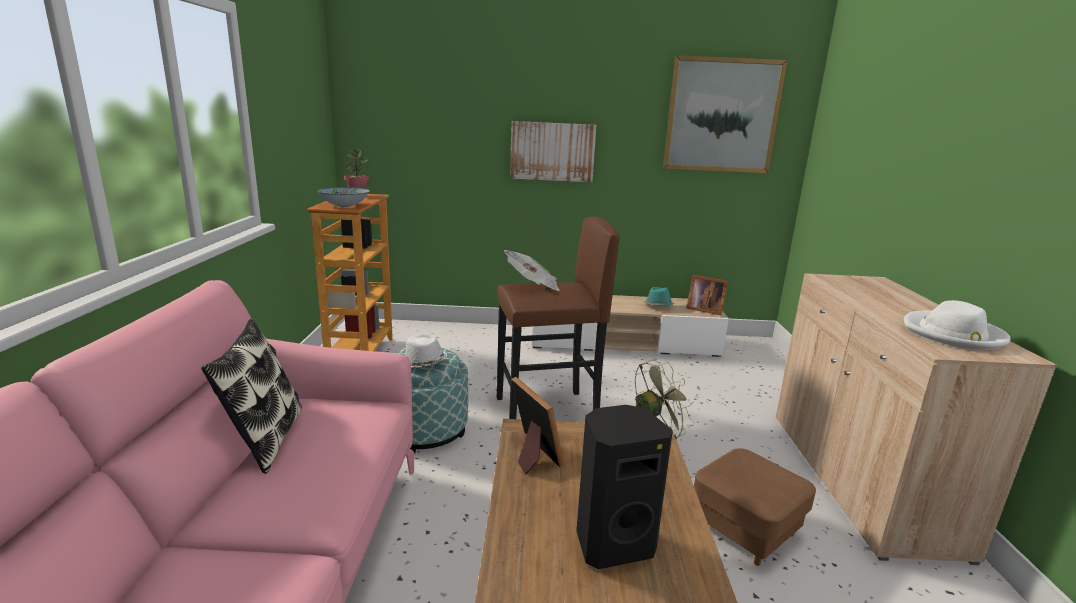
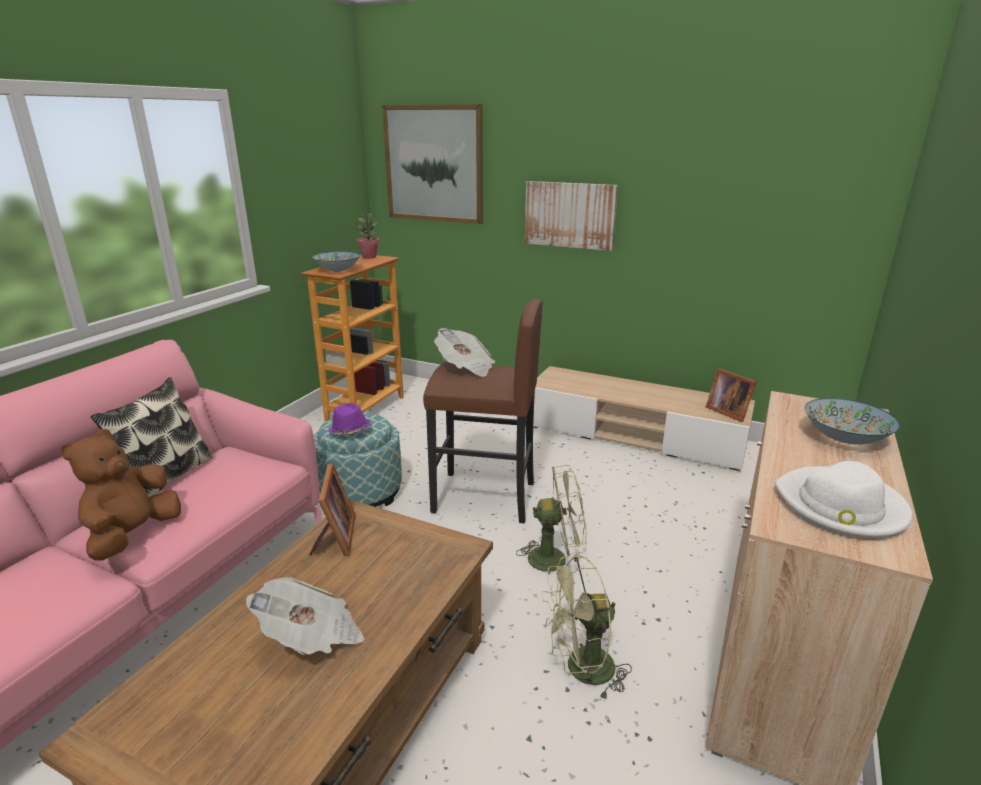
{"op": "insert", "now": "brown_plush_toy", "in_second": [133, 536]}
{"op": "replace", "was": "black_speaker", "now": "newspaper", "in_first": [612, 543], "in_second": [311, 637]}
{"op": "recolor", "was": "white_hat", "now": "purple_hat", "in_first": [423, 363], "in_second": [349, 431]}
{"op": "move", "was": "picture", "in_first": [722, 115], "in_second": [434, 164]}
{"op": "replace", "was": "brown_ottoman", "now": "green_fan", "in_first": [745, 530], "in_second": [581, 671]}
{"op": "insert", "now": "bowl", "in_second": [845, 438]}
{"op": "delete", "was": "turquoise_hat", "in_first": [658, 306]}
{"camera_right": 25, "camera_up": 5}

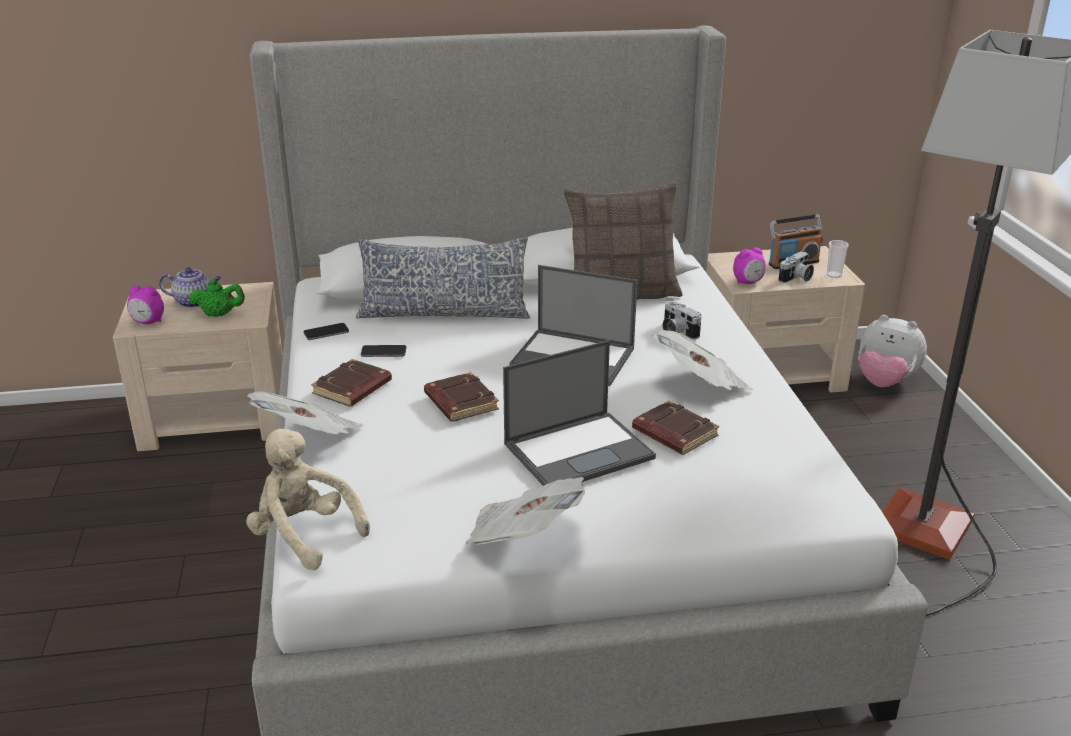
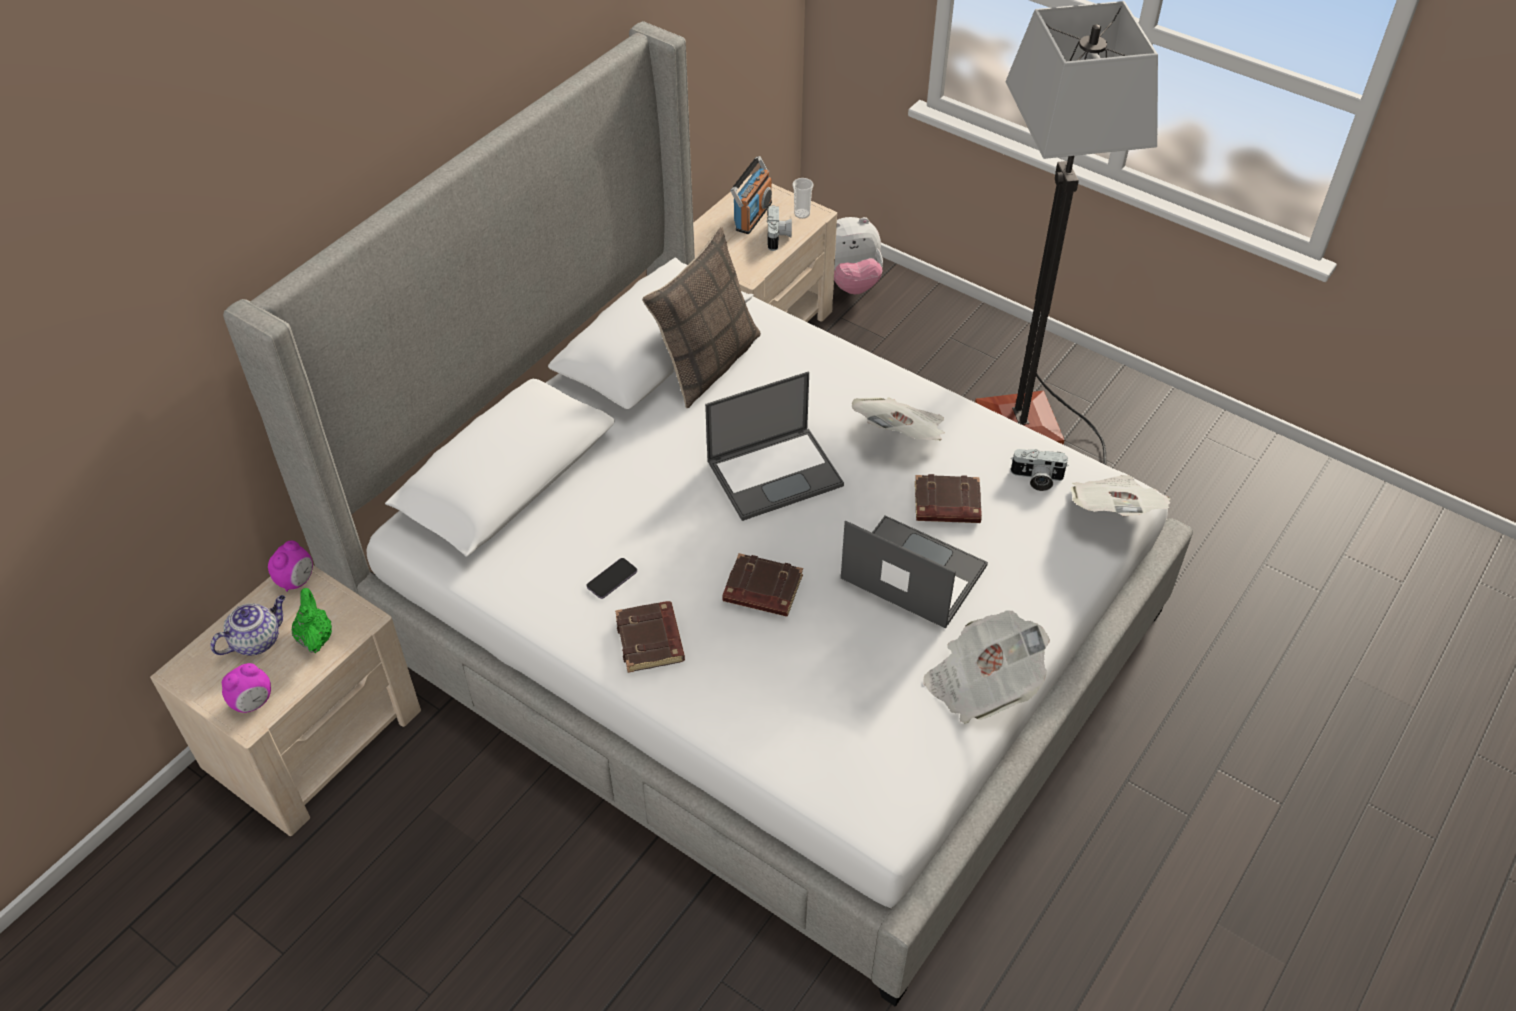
{"op": "move", "was": "alarm_clock", "in_first": [748, 282], "in_second": [297, 580]}
{"op": "rotate", "was": "green_teapot", "in_first": [219, 314], "in_second": [315, 637], "clockwise": -60}
{"op": "rotate", "was": "laptop", "in_first": [580, 450], "in_second": [911, 572], "clockwise": -75}
{"op": "move", "was": "photo_camera", "in_first": [676, 332], "in_second": [1036, 479]}
{"op": "move", "was": "newspaper", "in_first": [309, 438], "in_second": [1114, 513]}
{"op": "delete", "was": "beige_plush_toy", "in_first": [304, 535]}
{"op": "delete", "was": "phone", "in_first": [326, 333]}
{"op": "delete", "was": "pillow", "in_first": [444, 313]}
{"camera_right": -45, "camera_up": 20}

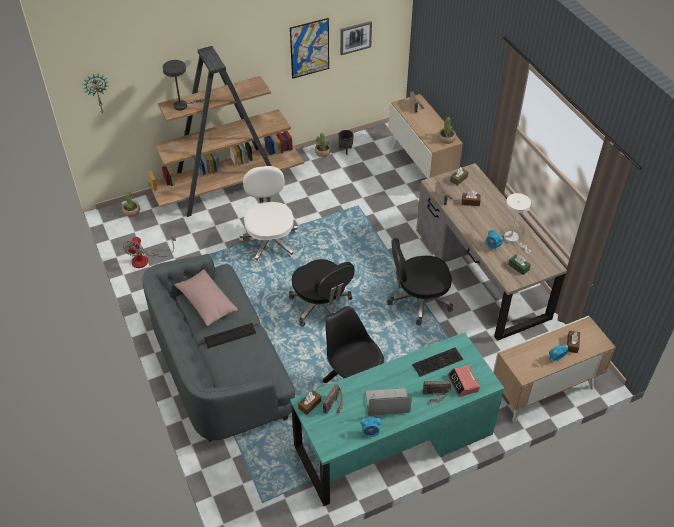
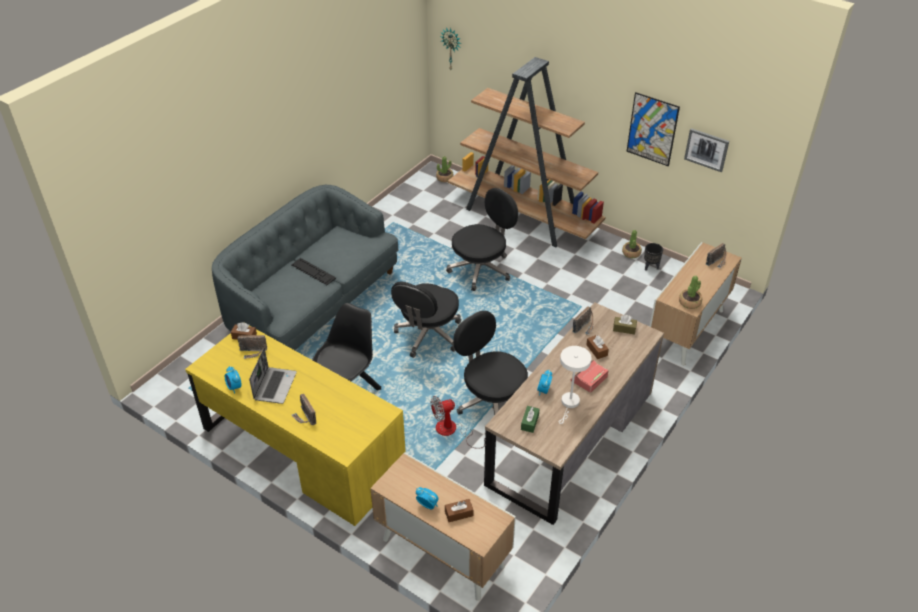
{"op": "recolor", "was": "turquoise_desk", "now": "yellow_desk", "in_first": [393, 440], "in_second": [302, 449]}
{"op": "rotate", "was": "laptop", "in_first": [386, 403], "in_second": [275, 385], "clockwise": 45}
{"op": "move", "was": "fan", "in_first": [146, 259], "in_second": [452, 431]}
{"op": "recolor", "was": "white_office_chair", "now": "black_office_chair", "in_first": [270, 241], "in_second": [481, 269]}
{"op": "move", "was": "alarm_clock", "in_first": [463, 383], "in_second": [589, 379]}
{"op": "delete", "was": "grey_table_lamp", "in_first": [183, 105]}
{"op": "delete", "was": "pink_pillow", "in_first": [206, 303]}
{"op": "delete", "was": "keyboard", "in_first": [437, 361]}
{"camera_right": 60, "camera_up": -5}

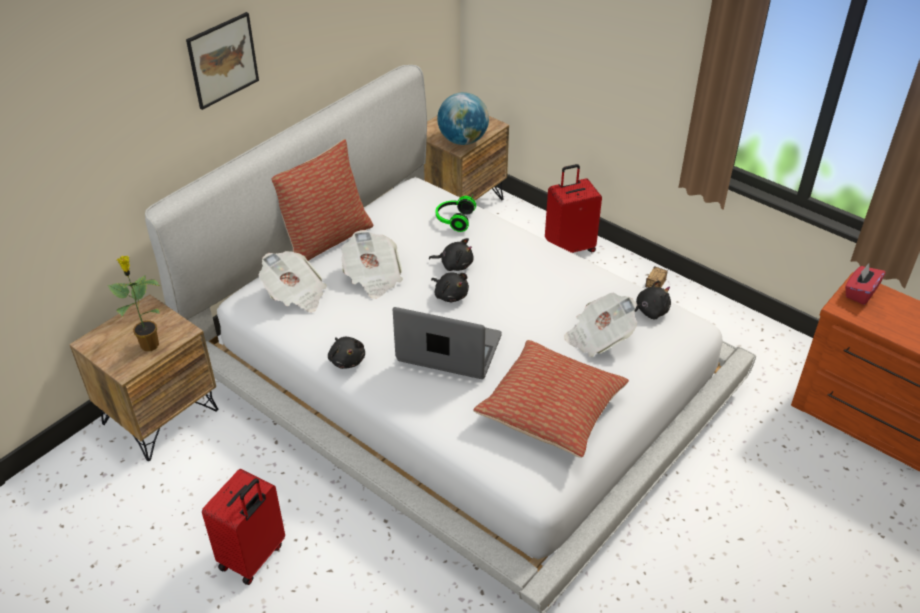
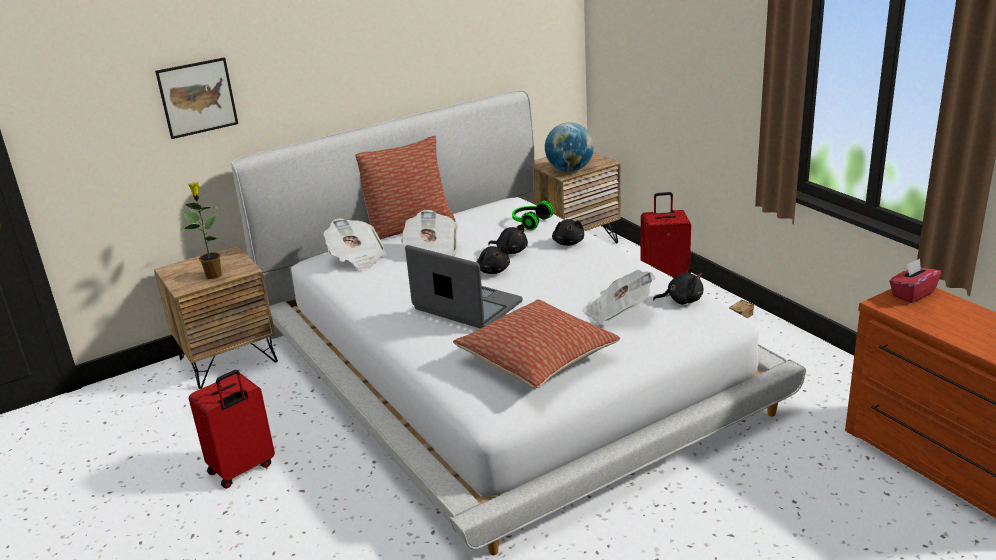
{"op": "move", "was": "picture", "in_first": [223, 60], "in_second": [197, 97]}
{"op": "move", "was": "black_plush_toy", "in_first": [347, 360], "in_second": [568, 242]}
{"camera_right": 20, "camera_up": -15}

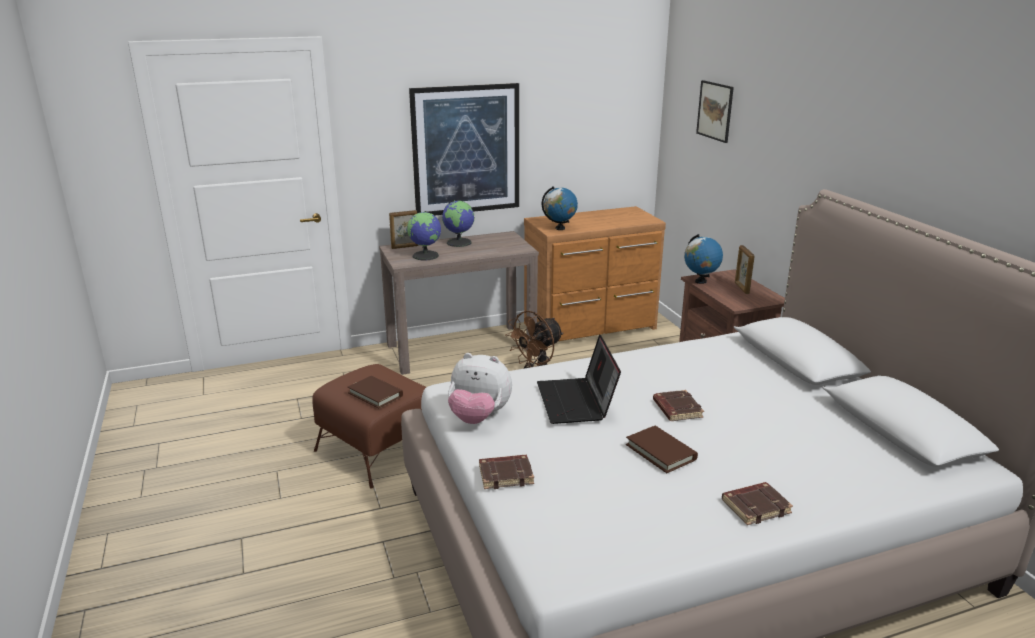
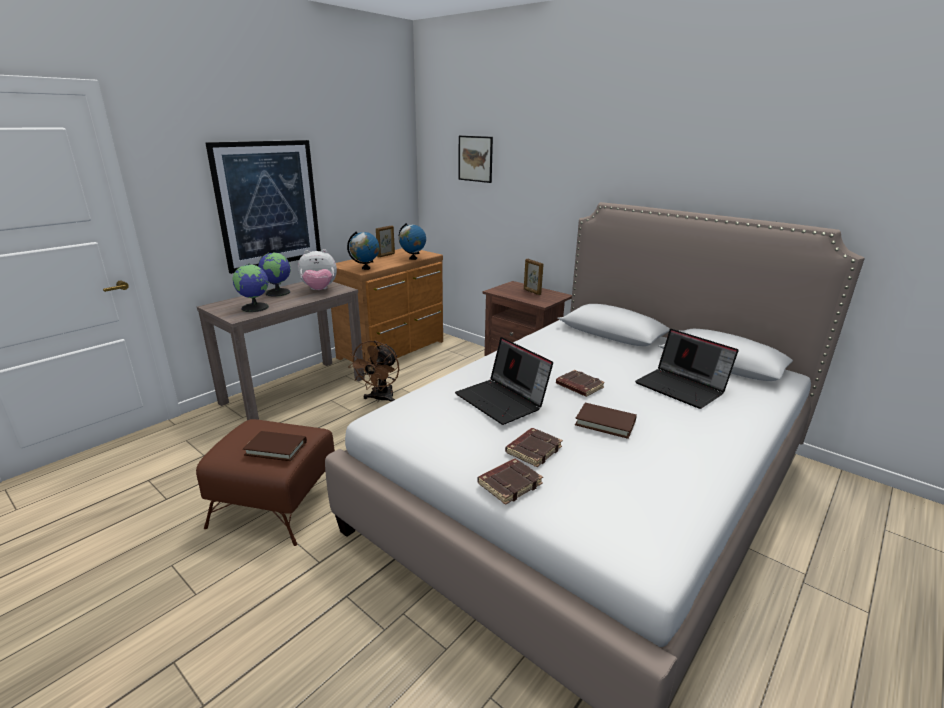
{"op": "move", "was": "plush_toy", "in_first": [479, 417], "in_second": [319, 290]}
{"op": "move", "was": "picture_frame", "in_first": [405, 247], "in_second": [386, 255]}
{"op": "move", "was": "globe", "in_first": [700, 281], "in_second": [413, 258]}
{"op": "move", "was": "brown_book", "in_first": [755, 506], "in_second": [533, 450]}
{"op": "insert", "now": "laptop", "in_second": [682, 387]}
{"camera_right": -30, "camera_up": 0}

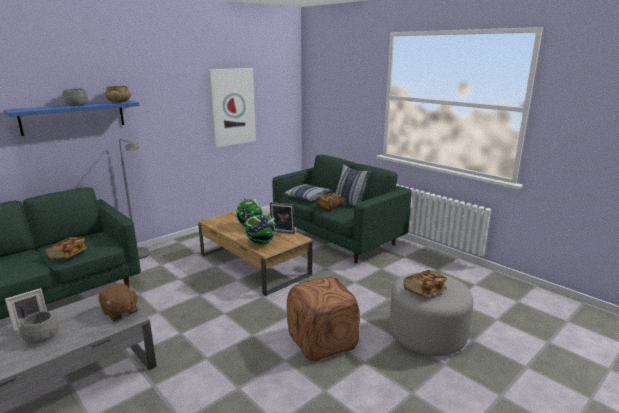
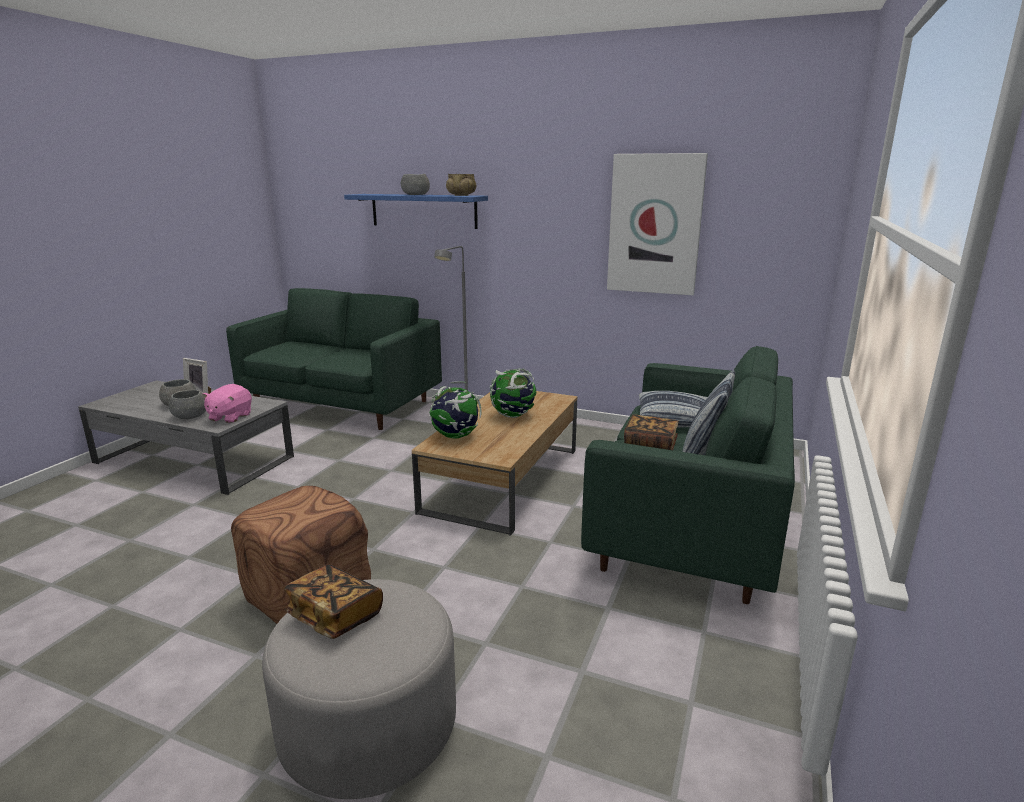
{"op": "insert", "now": "grey_bowl", "in_second": [191, 416]}
{"op": "recolor", "was": "brown_plush_toy", "now": "pink_plush_toy", "in_first": [120, 312], "in_second": [229, 417]}
{"op": "delete", "was": "book", "in_first": [68, 255]}
{"op": "delete", "was": "picture_frame", "in_first": [282, 233]}
{"camera_right": 65, "camera_up": 0}

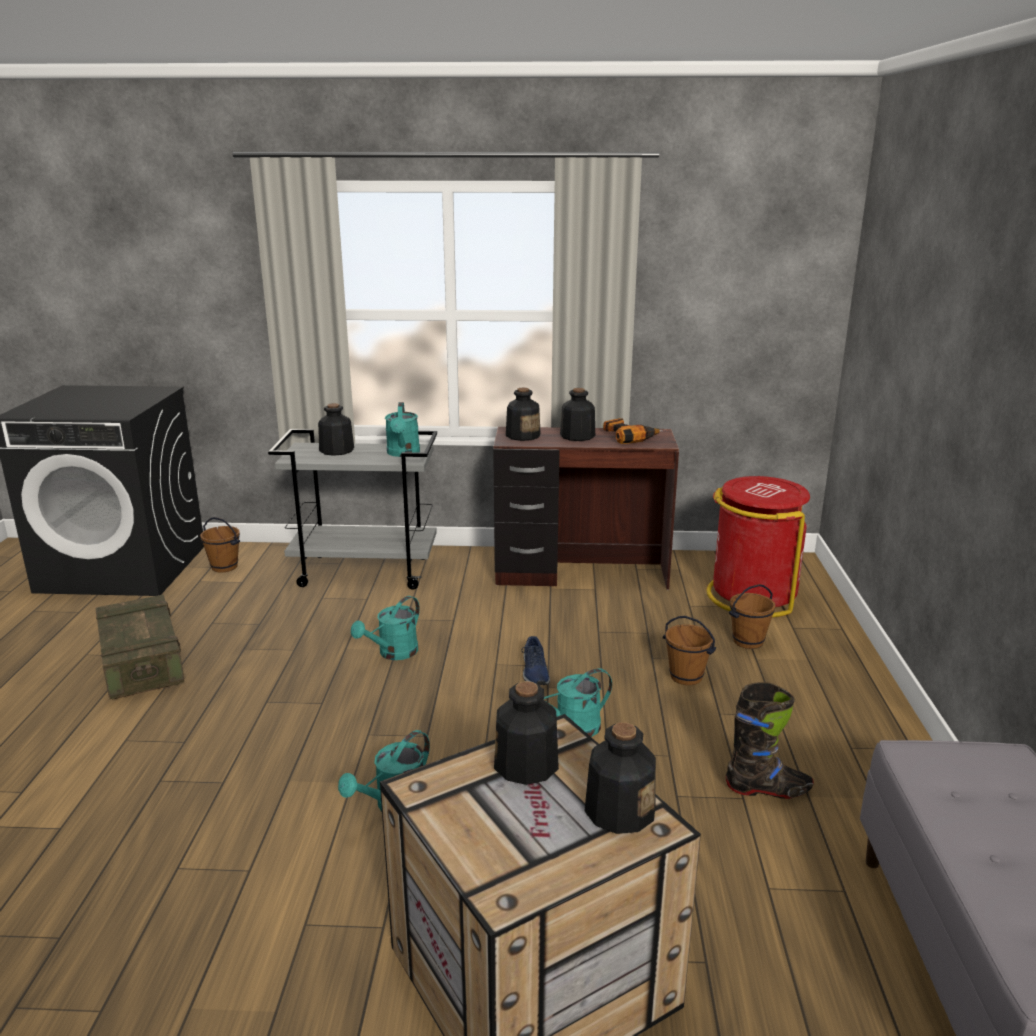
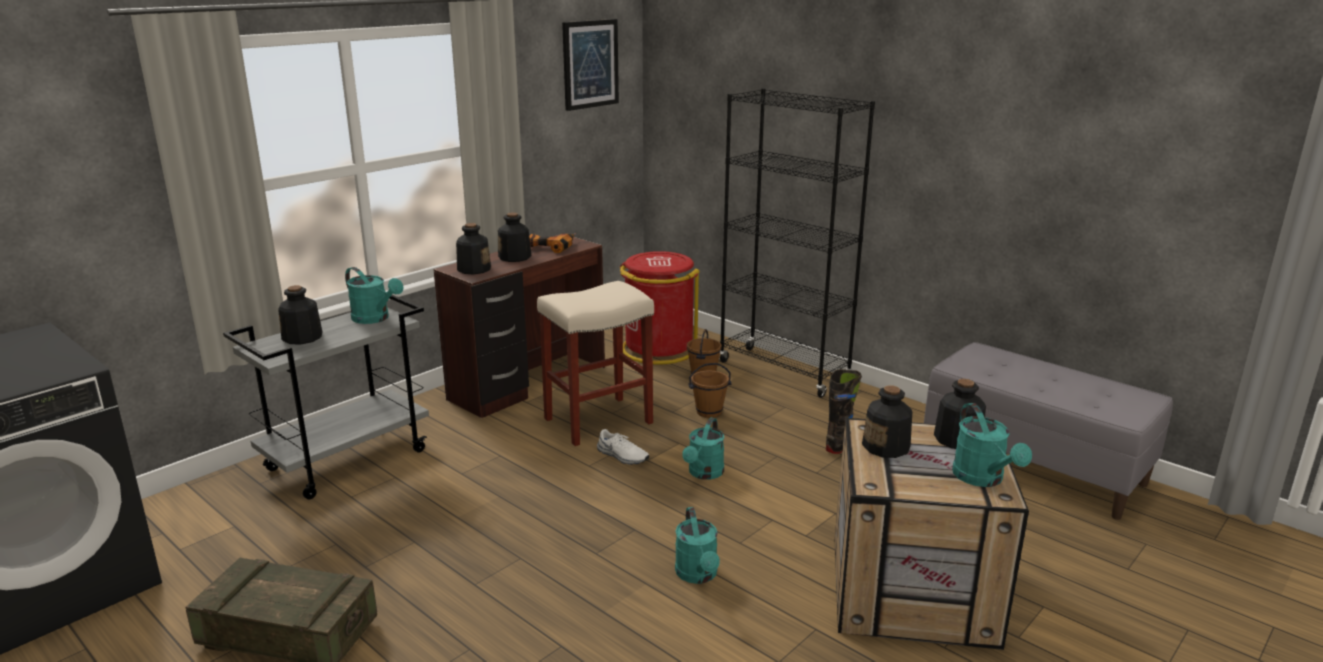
{"op": "insert", "now": "beige_stool", "in_second": [597, 421]}
{"op": "insert", "now": "picture", "in_second": [590, 64]}
{"op": "recolor", "was": "blue_shoe", "now": "white_shoe", "in_first": [534, 672], "in_second": [622, 456]}
{"op": "insert", "now": "black_bookcase", "in_second": [783, 372]}
{"op": "move", "was": "turquoise_watering_can", "in_first": [393, 653], "in_second": [983, 479]}
{"op": "delete", "was": "brown_bucket", "in_first": [225, 567]}
{"camera_right": -50, "camera_up": 0}

